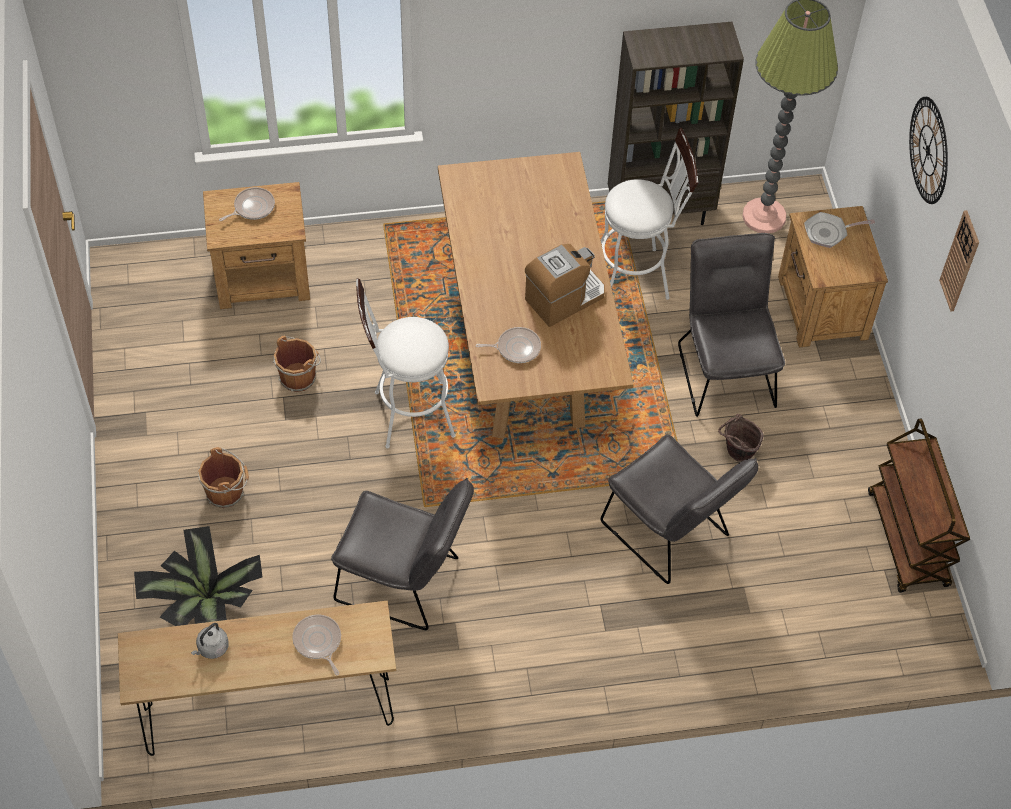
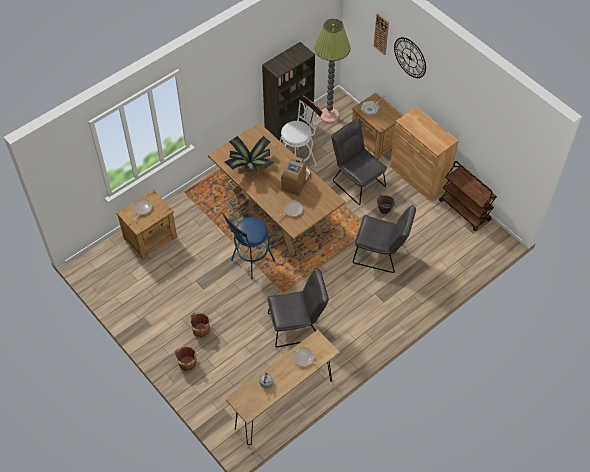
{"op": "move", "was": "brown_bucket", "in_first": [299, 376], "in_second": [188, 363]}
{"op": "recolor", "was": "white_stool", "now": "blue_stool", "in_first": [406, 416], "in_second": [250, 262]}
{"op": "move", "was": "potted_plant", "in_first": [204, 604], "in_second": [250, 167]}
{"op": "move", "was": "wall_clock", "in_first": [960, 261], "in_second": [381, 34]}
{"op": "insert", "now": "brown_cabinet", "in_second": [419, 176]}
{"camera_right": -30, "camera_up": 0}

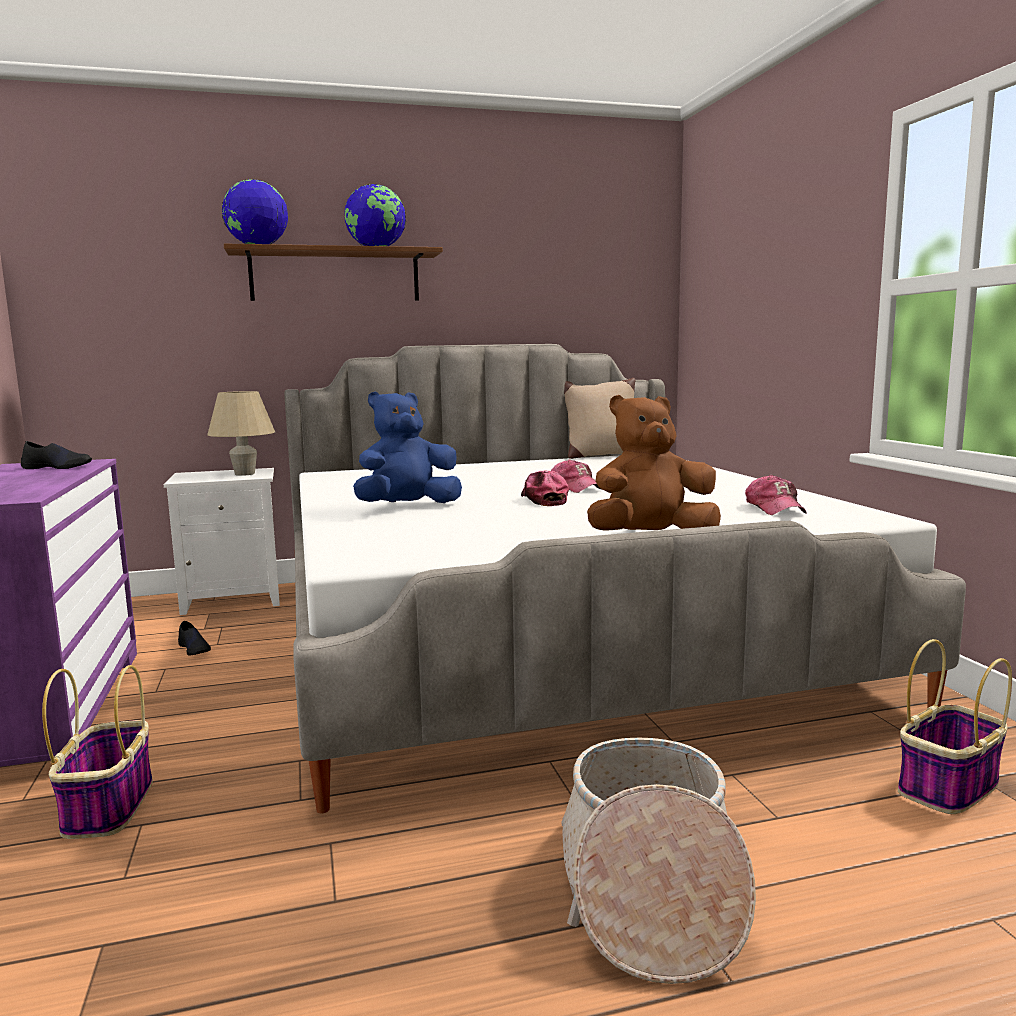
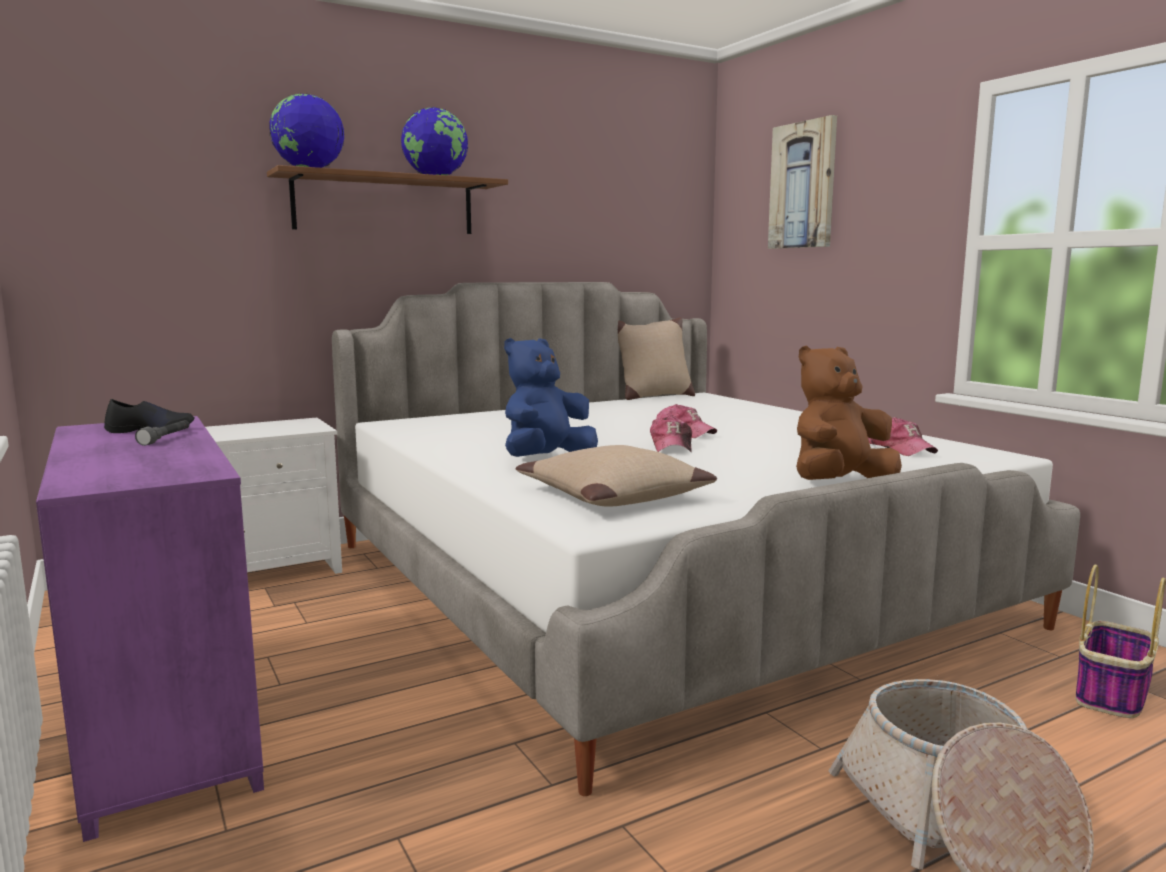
{"op": "insert", "now": "grey_flashlight", "in_second": [166, 439]}
{"op": "insert", "now": "beige_pillow", "in_second": [612, 495]}
{"op": "rotate", "was": "cap", "in_first": [543, 499], "in_second": [672, 446], "clockwise": -150}
{"op": "insert", "now": "picture", "in_second": [803, 185]}
{"op": "delete", "was": "basket", "in_first": [108, 806]}
{"op": "delete", "was": "black_shoe", "in_first": [194, 649]}
{"op": "delete", "was": "beige_table_lamp", "in_first": [244, 474]}
{"camera_right": -15, "camera_up": 0}

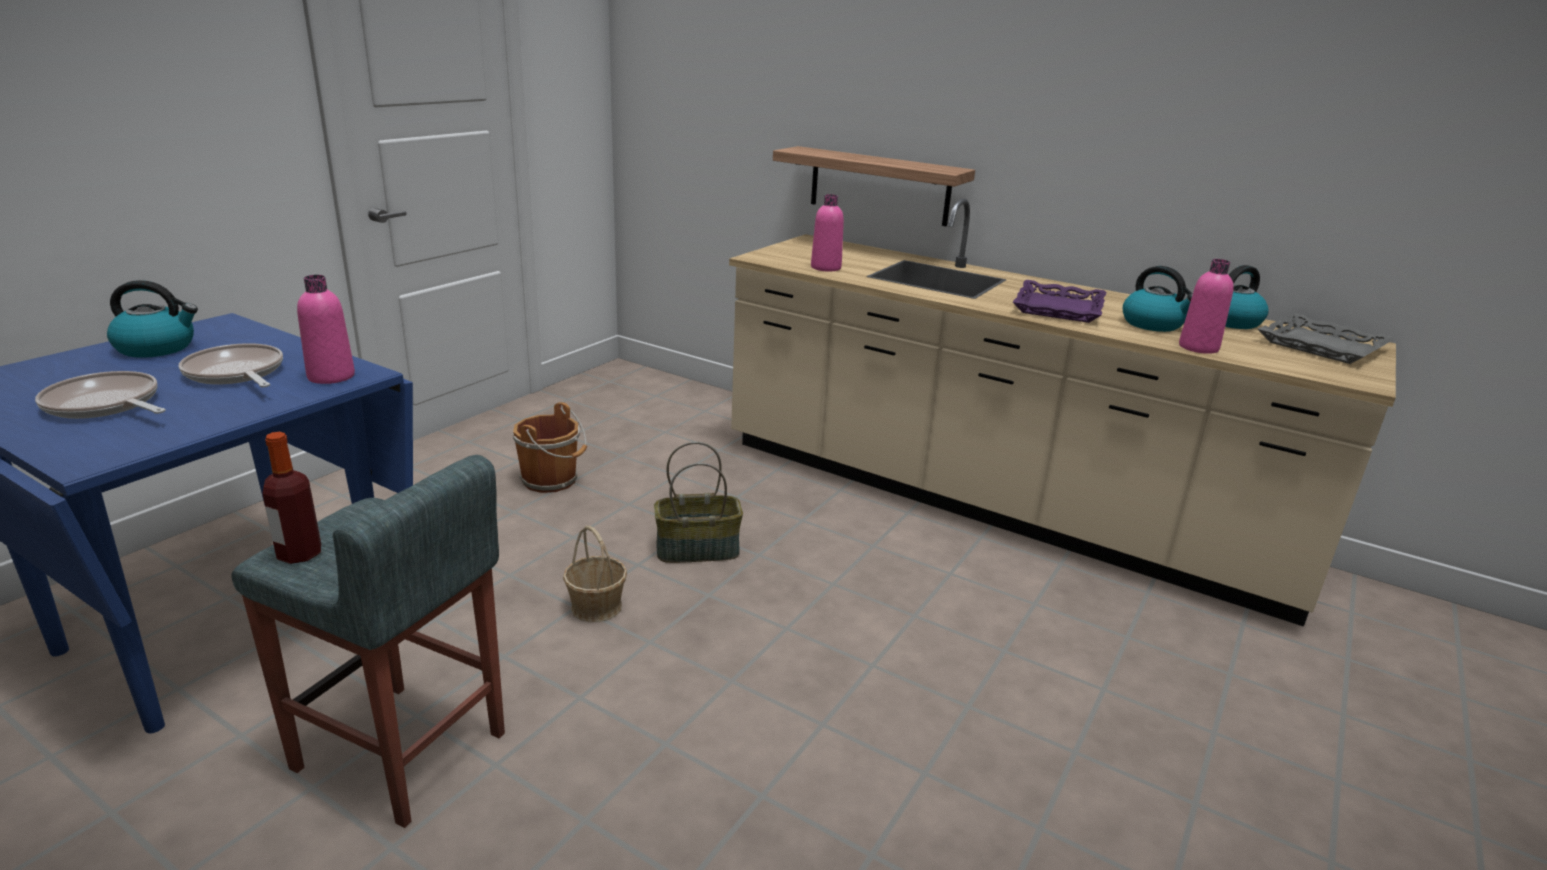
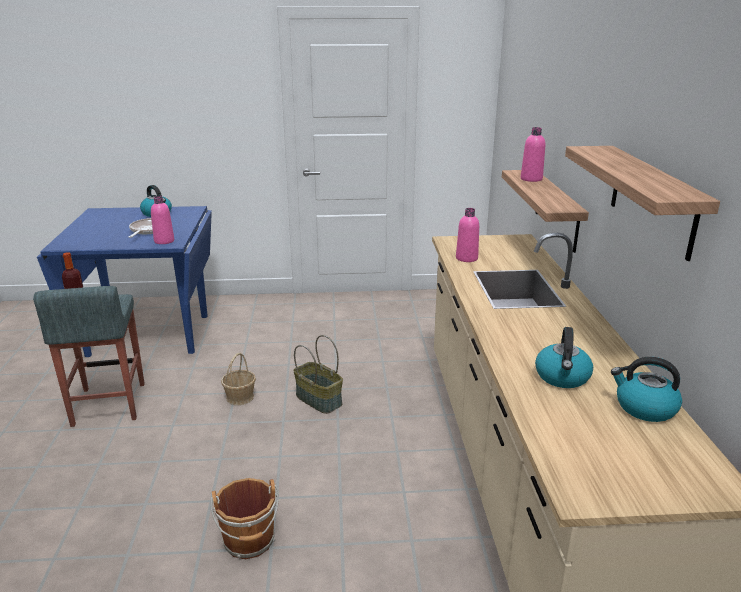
{"op": "move", "was": "brown_bucket", "in_first": [552, 480], "in_second": [249, 542]}
{"op": "move", "was": "pink_bottle", "in_first": [1198, 347], "in_second": [531, 179]}
{"op": "insert", "now": "shelf", "in_second": [652, 200]}
{"op": "delete", "was": "frying_pan", "in_first": [105, 405]}
{"op": "delete", "was": "purple_tray", "in_first": [1059, 308]}
{"op": "delete", "was": "grey_tray", "in_first": [1321, 346]}
{"camera_right": 55, "camera_up": 0}

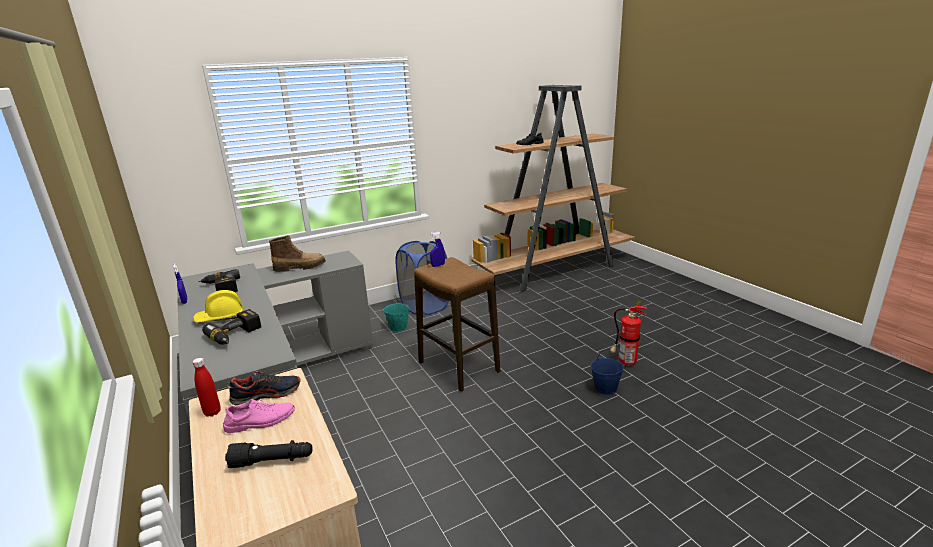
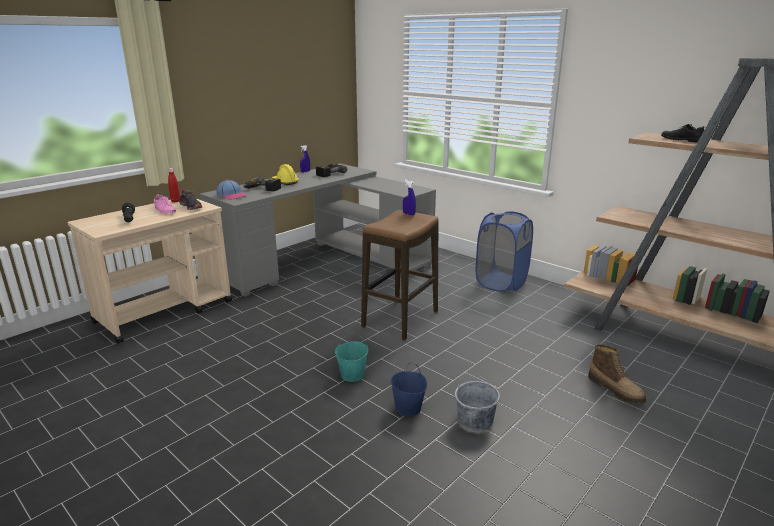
{"op": "insert", "now": "cap", "in_second": [232, 195]}
{"op": "move", "was": "turquoise_bucket", "in_first": [398, 327], "in_second": [352, 375]}
{"op": "replace", "was": "fire_extinguisher", "now": "grey_bucket", "in_first": [624, 362], "in_second": [475, 420]}
{"op": "move", "was": "boot", "in_first": [300, 267], "in_second": [616, 390]}
{"camera_right": 70, "camera_up": 0}

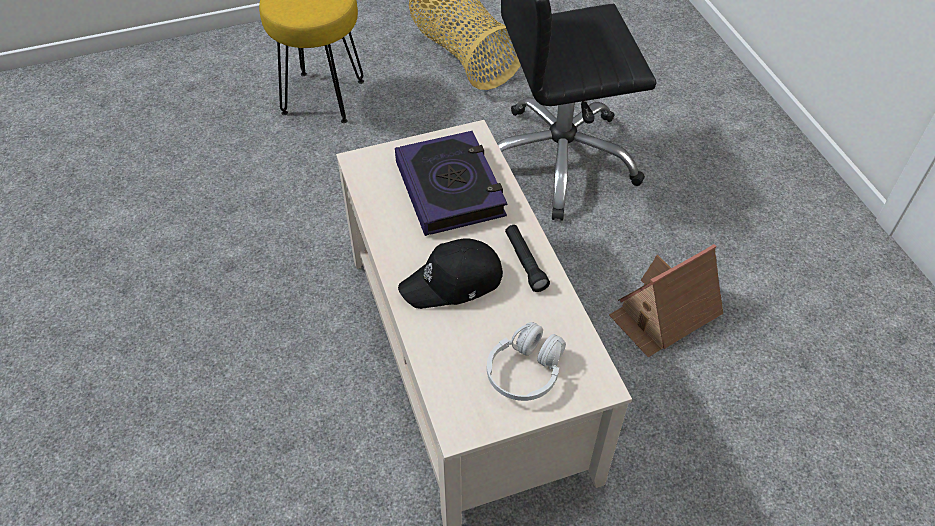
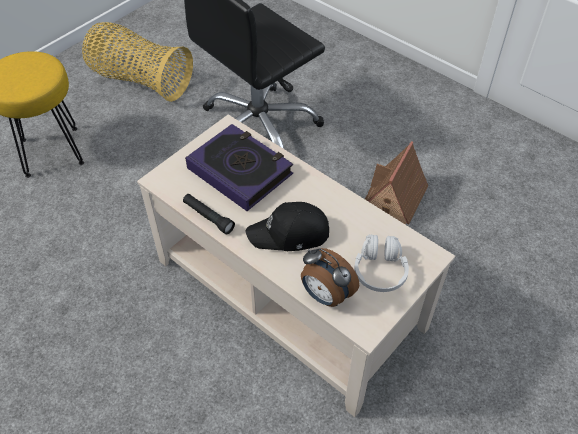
{"op": "move", "was": "black_flashlight", "in_first": [525, 262], "in_second": [208, 217]}
{"op": "rotate", "was": "black_cap", "in_first": [453, 282], "in_second": [290, 234], "clockwise": 45}
{"op": "insert", "now": "alarm_clock", "in_second": [325, 295]}
{"camera_right": -30, "camera_up": 0}

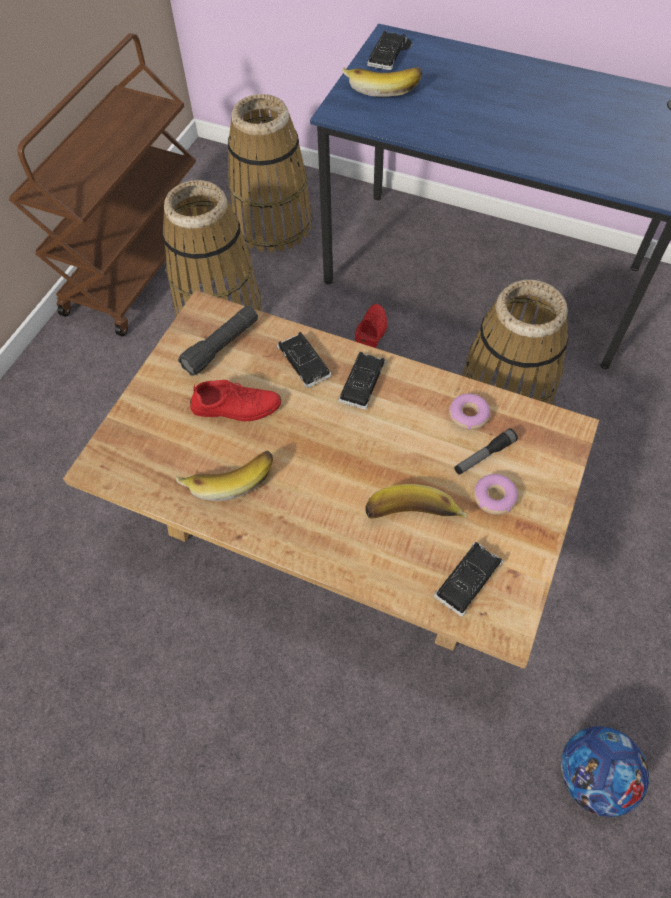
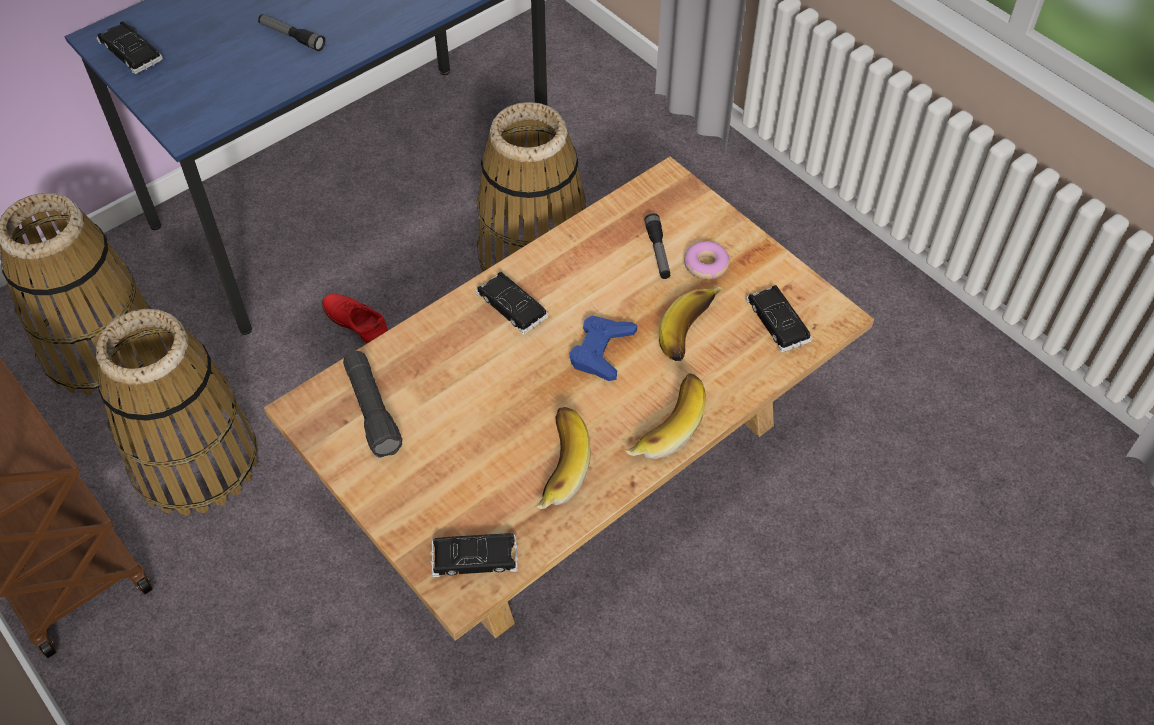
{"op": "insert", "now": "flashlight", "in_second": [292, 37]}
{"op": "move", "was": "black_toy_car", "in_first": [304, 363], "in_second": [474, 558]}
{"op": "insert", "now": "blue_game_controller", "in_second": [601, 351]}
{"op": "move", "was": "banana", "in_first": [382, 86], "in_second": [663, 425]}
{"op": "delete", "was": "red_shoe", "in_first": [236, 407]}
{"op": "delete", "was": "donut", "in_first": [468, 415]}
{"op": "delete", "was": "football", "in_first": [592, 776]}
{"camera_right": -65, "camera_up": -5}

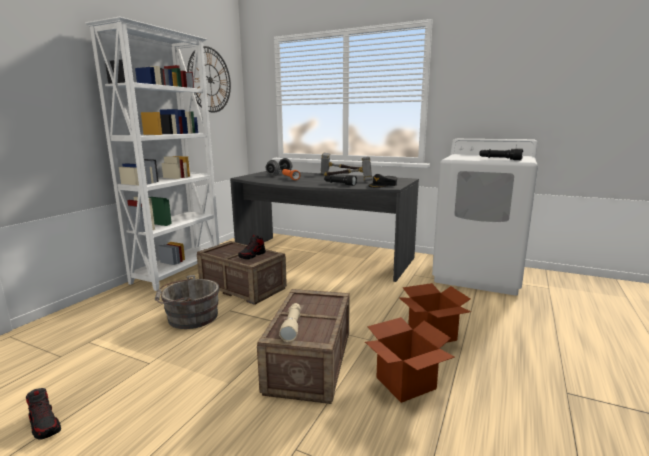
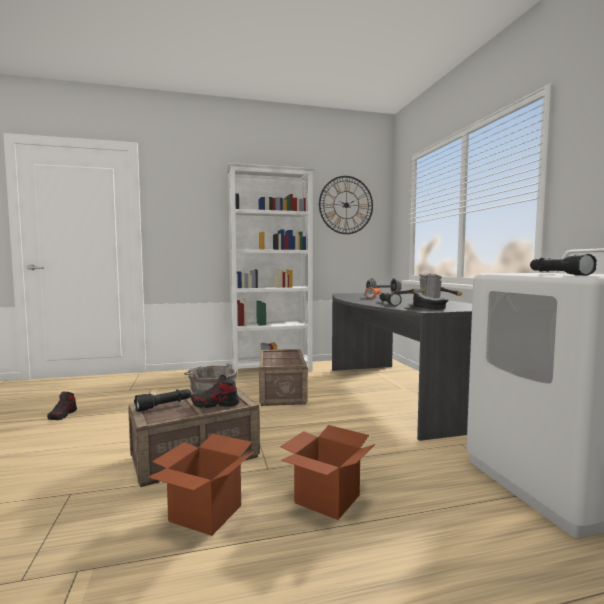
{"op": "recolor", "was": "beige_flashlight", "now": "black_flashlight", "in_first": [292, 326], "in_second": [164, 405]}
{"op": "move", "was": "shoe", "in_first": [252, 255], "in_second": [215, 404]}
{"camera_right": 50, "camera_up": -10}

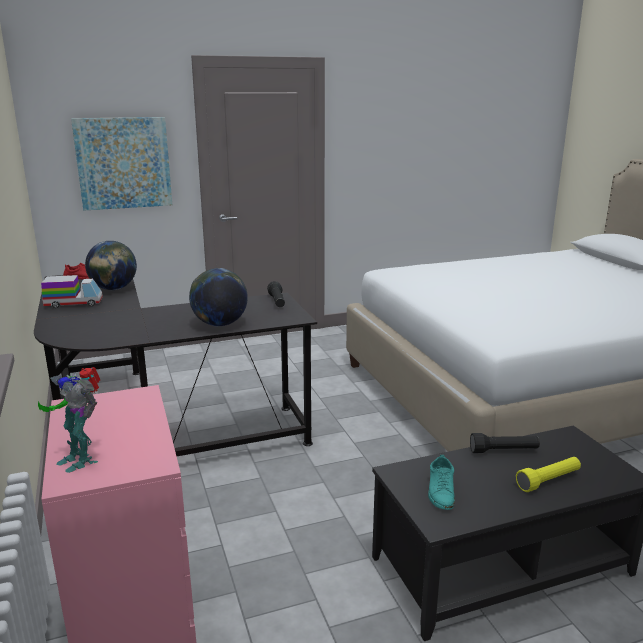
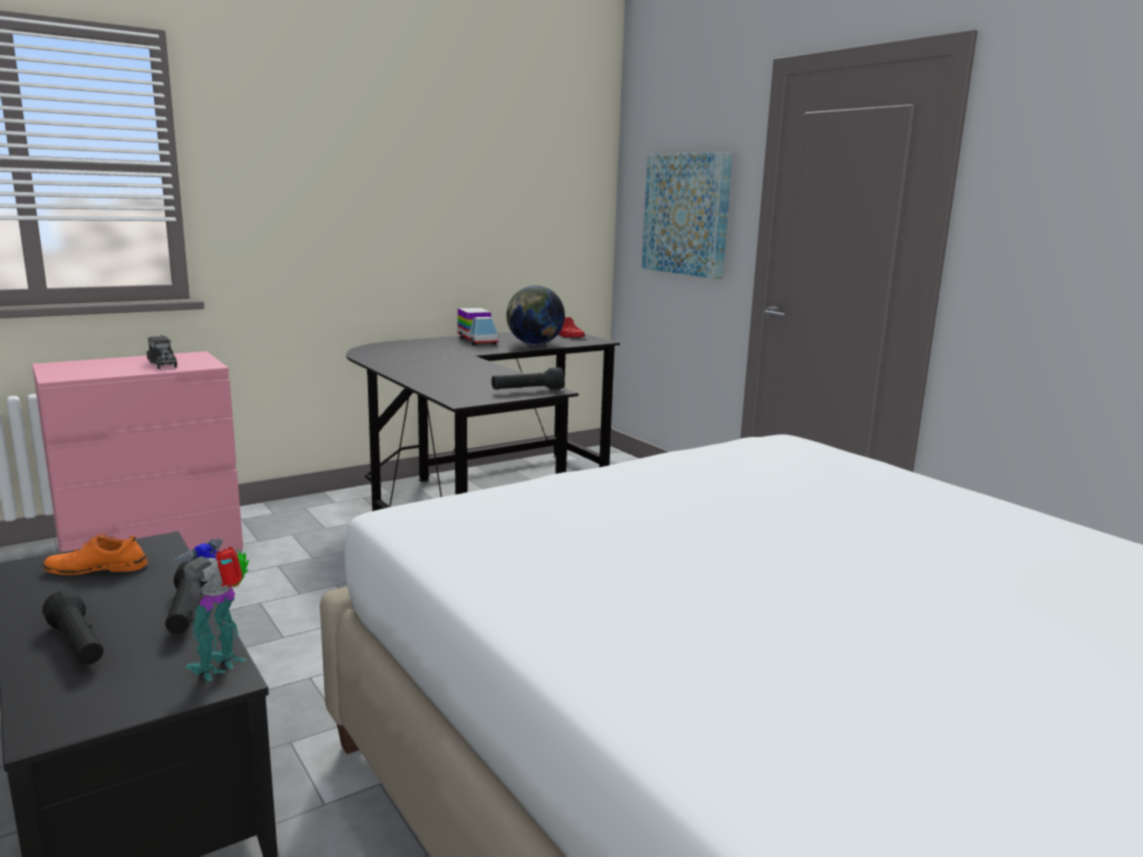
{"op": "recolor", "was": "yellow_flashlight", "now": "black_flashlight", "in_first": [548, 481], "in_second": [78, 645]}
{"op": "recolor", "was": "turquoise_shoe", "now": "orange_shoe", "in_first": [441, 491], "in_second": [97, 568]}
{"op": "insert", "now": "toy_truck", "in_second": [163, 363]}
{"op": "move", "was": "toy_robot", "in_first": [80, 458], "in_second": [221, 665]}
{"op": "delete", "was": "globe", "in_first": [220, 324]}
{"camera_right": 75, "camera_up": -5}

